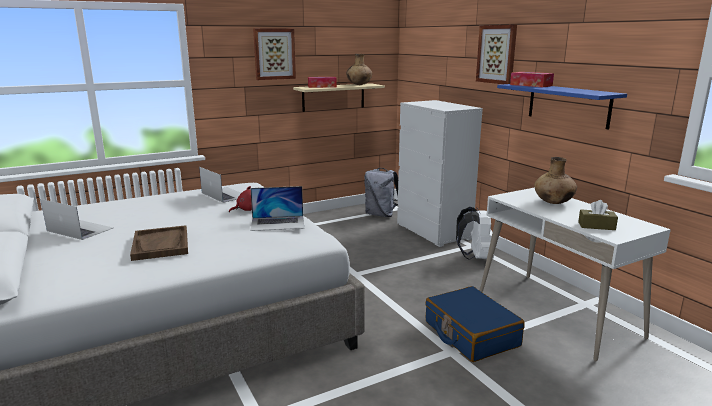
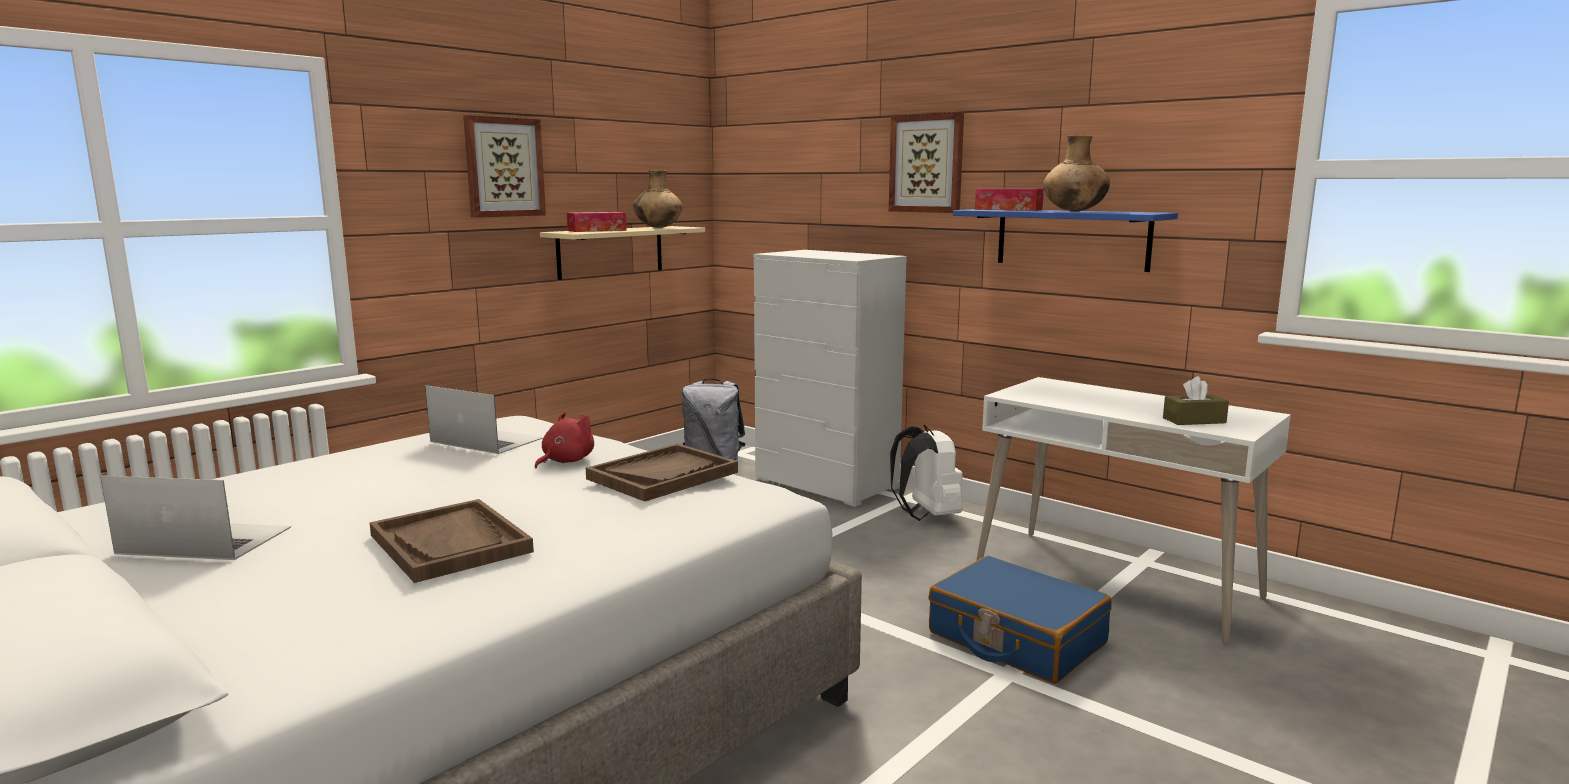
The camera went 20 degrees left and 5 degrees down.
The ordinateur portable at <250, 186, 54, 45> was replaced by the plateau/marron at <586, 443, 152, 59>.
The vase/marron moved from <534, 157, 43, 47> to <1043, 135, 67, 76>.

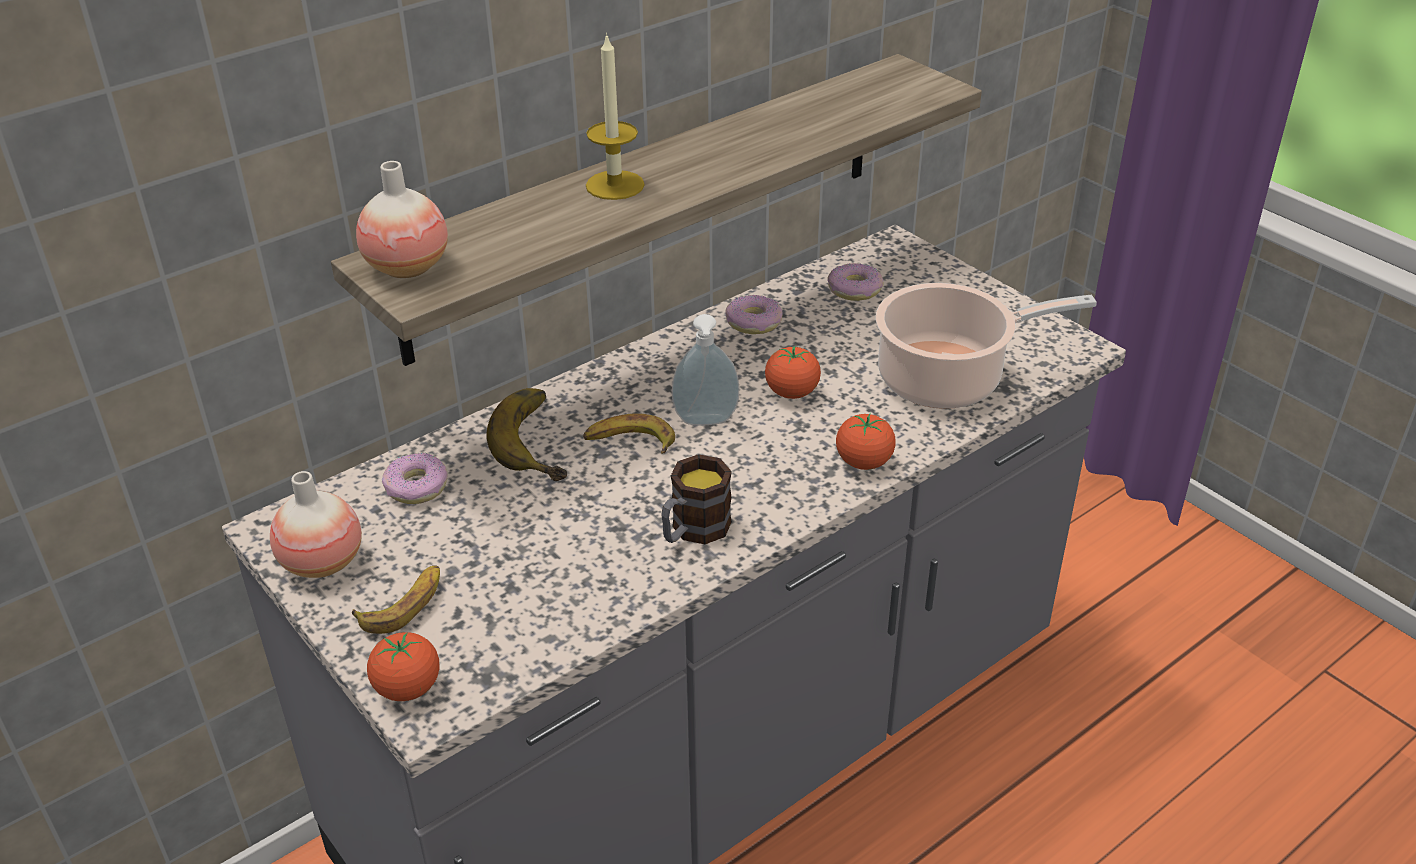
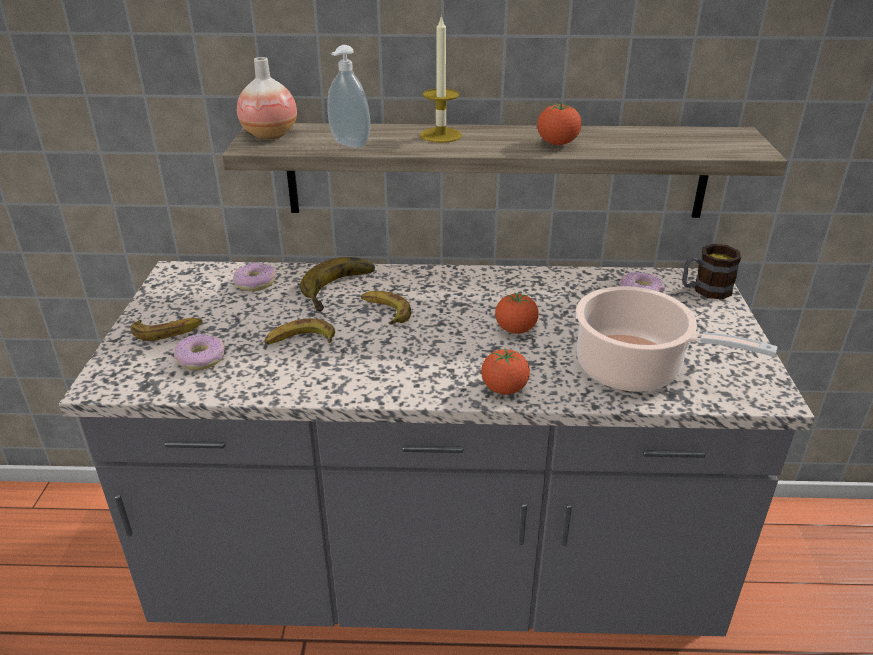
The camera went 40 degrees right and 5 degrees down.
The vase at <270, 471, 92, 107> disappeared.
The tomate moved from <367, 632, 72, 69> to <537, 101, 45, 44>.
The mug moved from <661, 454, 71, 90> to <682, 244, 59, 55>.
The distributeur de savon moved from <672, 314, 67, 112> to <327, 45, 43, 103>.
The beignet moved from <726, 295, 56, 39> to <174, 334, 51, 36>.
The banane at <264, 319, 71, 25> appeared.

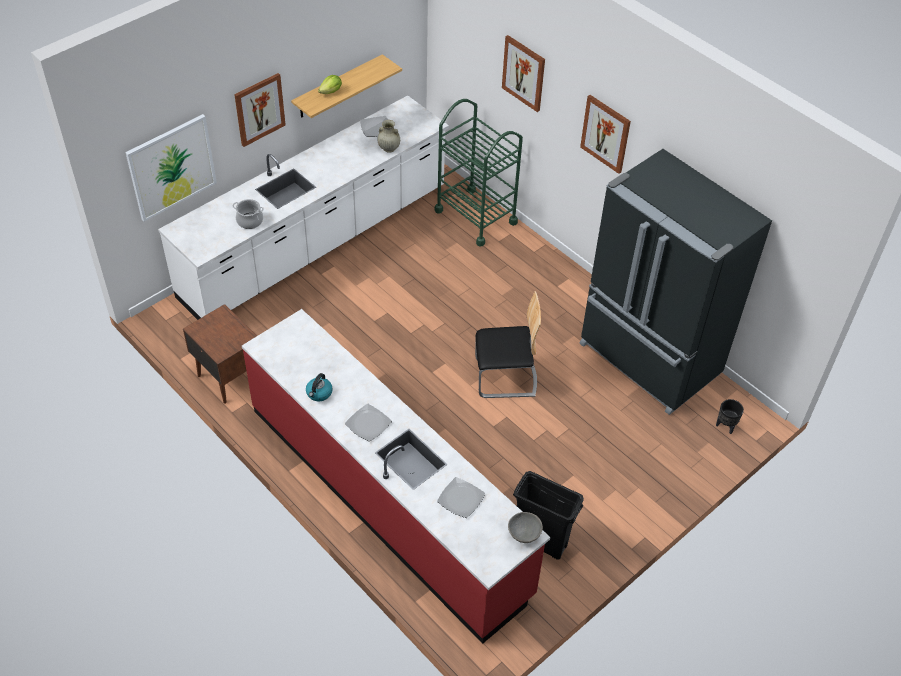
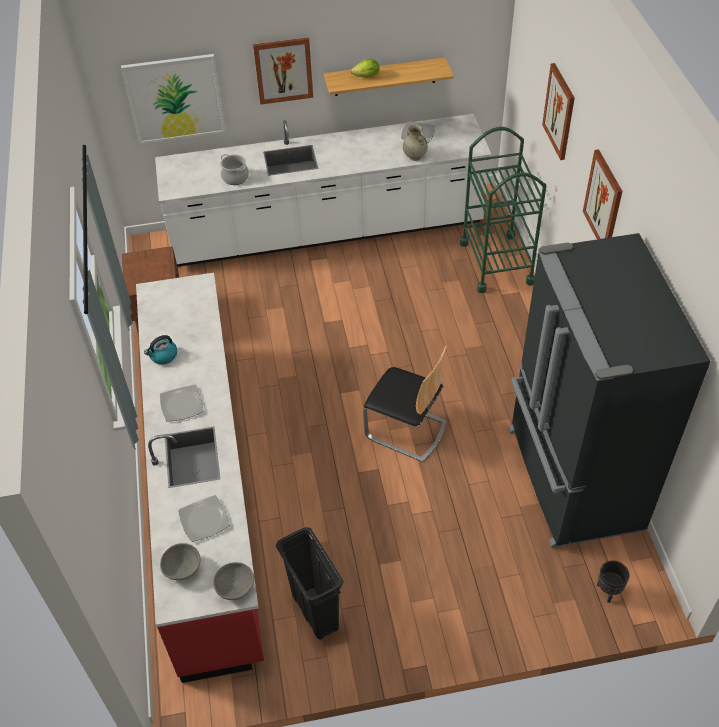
The camera went 35 degrees right and 0 degrees up.
The bol/gris at <160, 543, 40, 37> appeared.

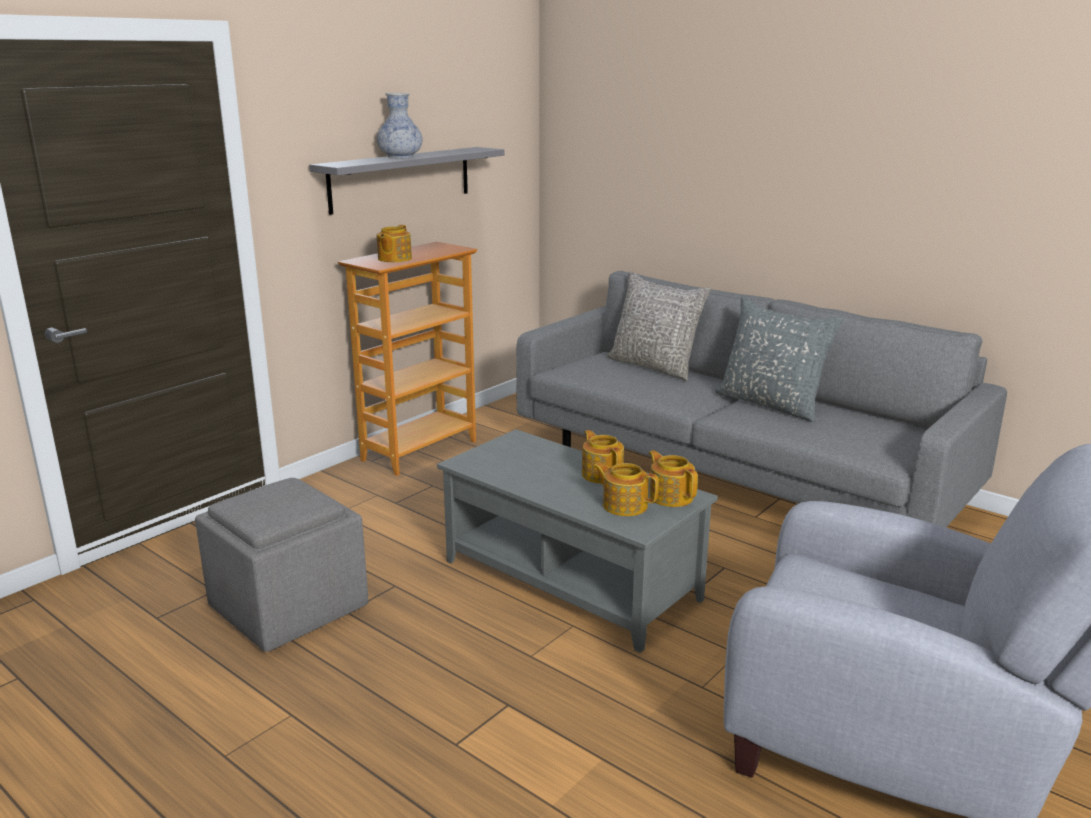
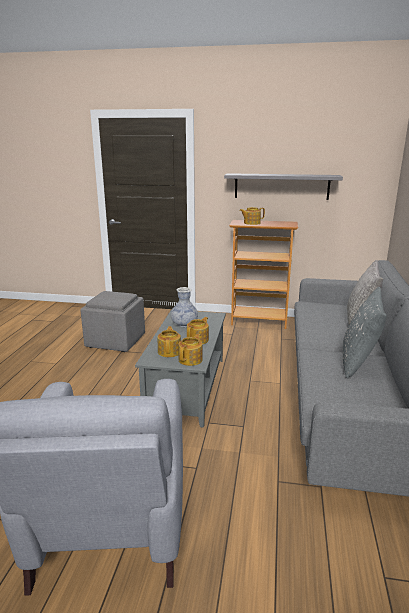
The camera went 60 degrees right and 0 degrees up.
The vase moved from <377, 93, 45, 66> to <171, 287, 27, 40>.

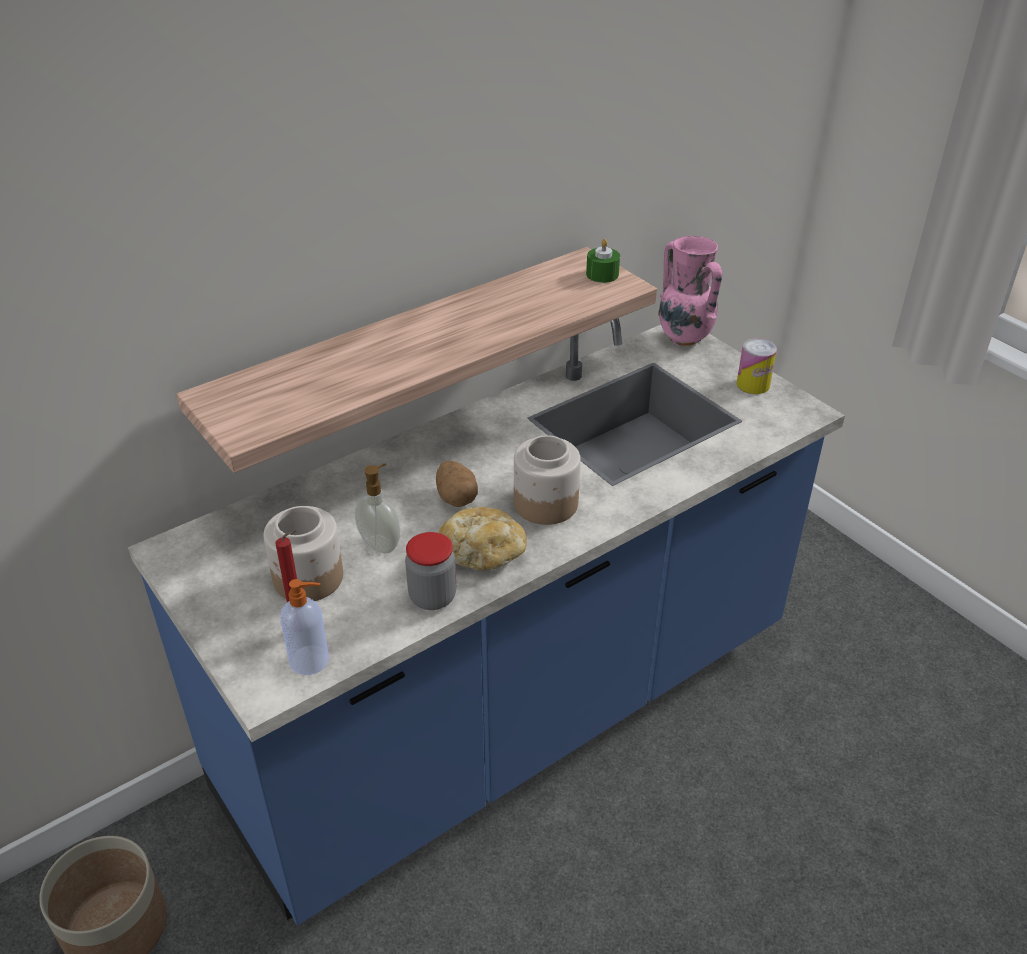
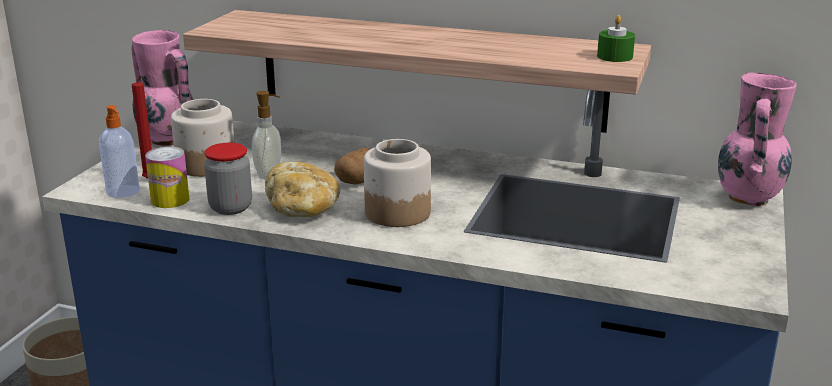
The camera went 55 degrees right and 15 degrees down.
The boîte métallique moved from <737, 338, 40, 56> to <145, 147, 45, 61>.
The vase/rose at <131, 30, 62, 116> appeared.

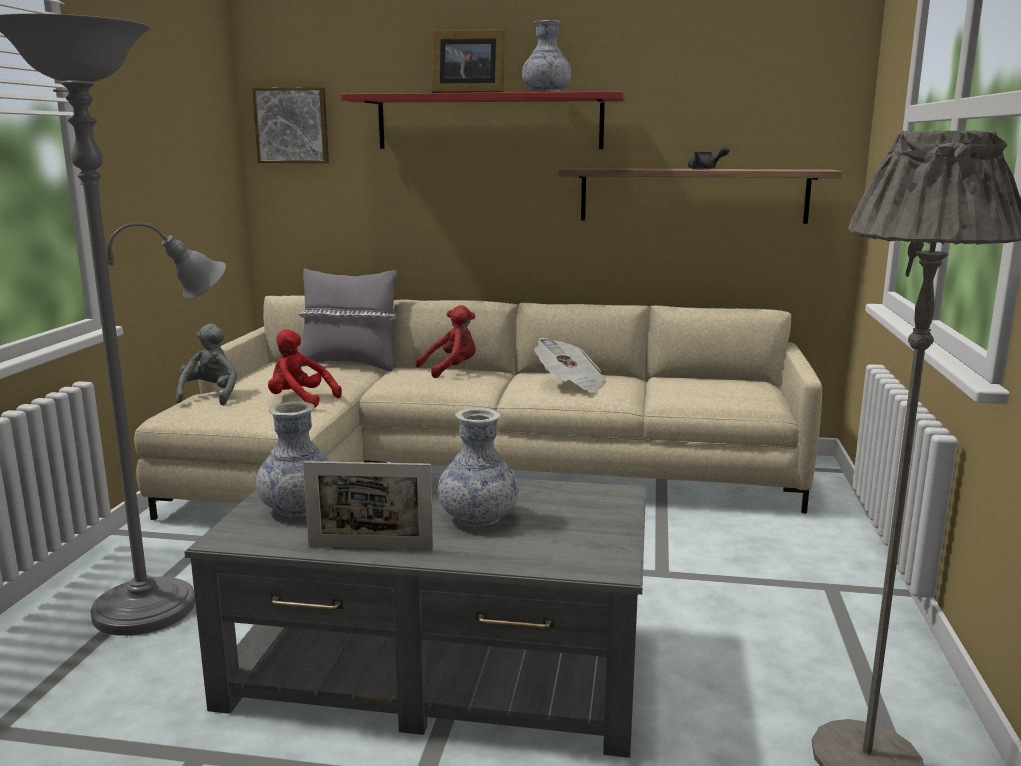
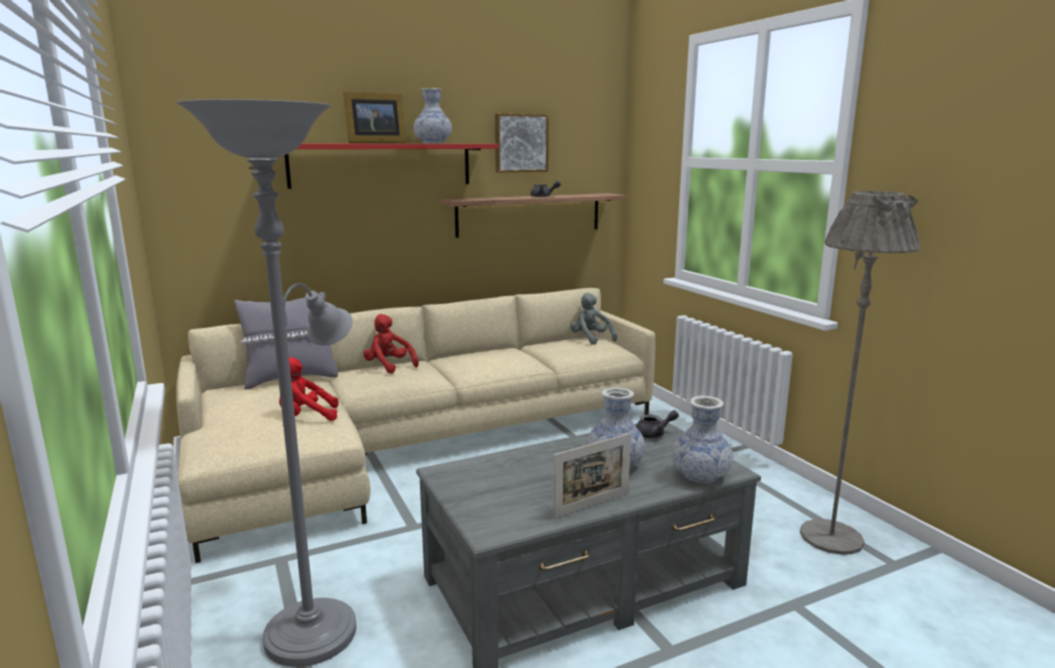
The camera went 35 degrees left and 0 degrees up.
The peluche/gris moved from <176, 324, 61, 81> to <570, 293, 47, 52>.
The tableau moved from <252, 87, 77, 76> to <495, 114, 54, 59>.
The vase moved from <256, 402, 76, 115> to <672, 395, 61, 88>.
The peluche/rouge at <416, 305, 60, 73> turned 75 degrees counterclockwise.
The journal at <534, 338, 72, 54> disappeared.
The théière/gris at <636, 410, 43, 28> appeared.

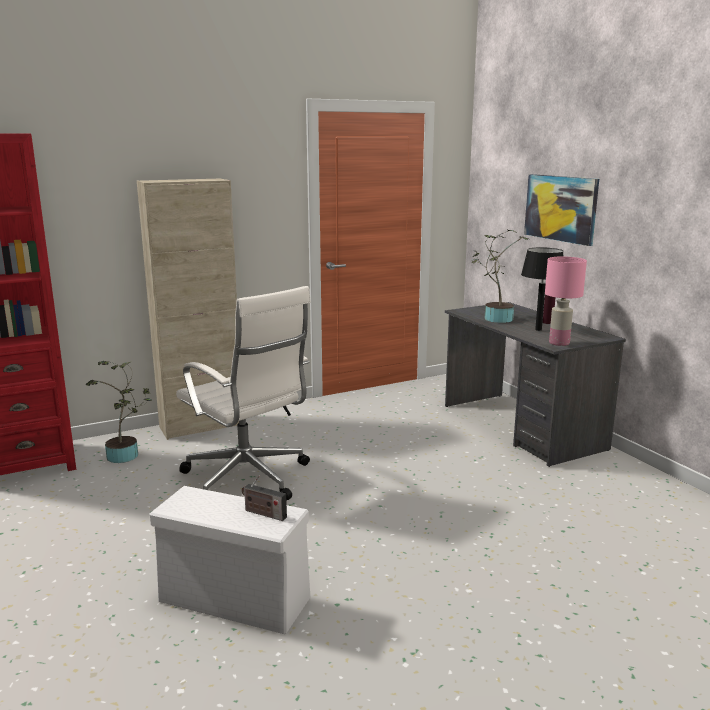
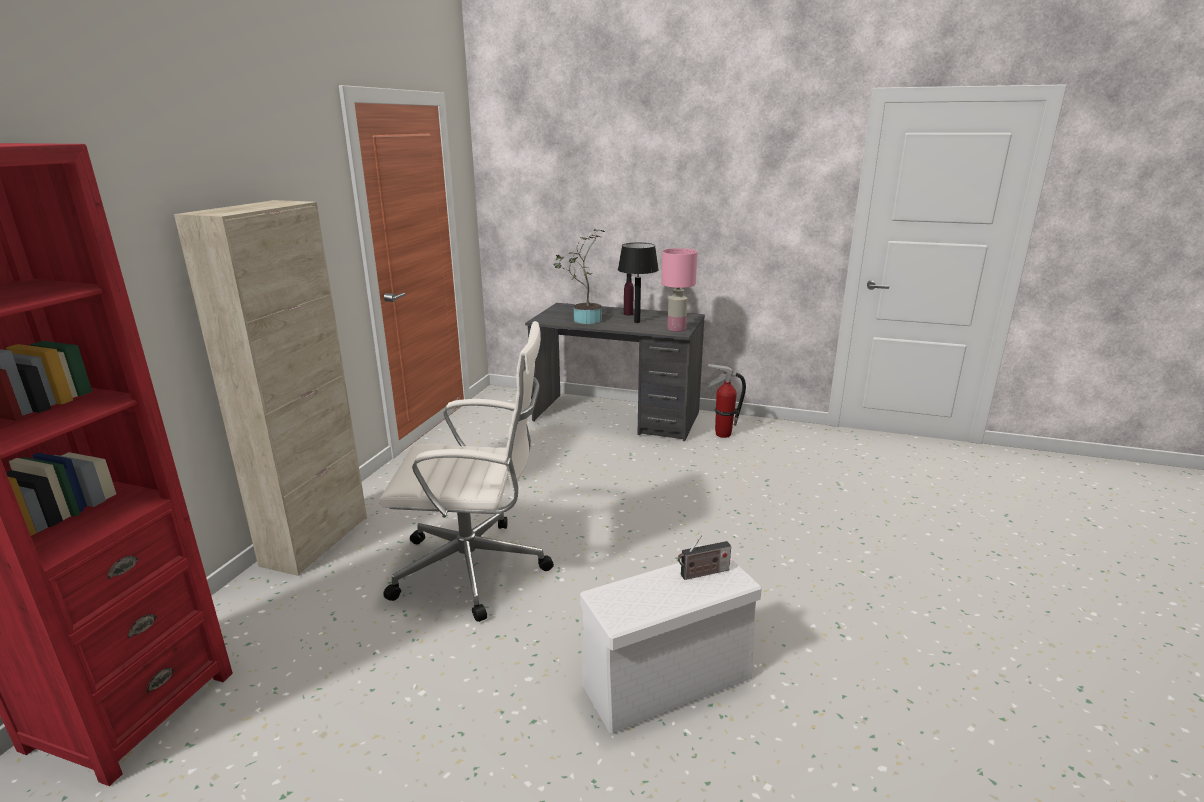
The camera went 45 degrees left and 5 degrees up.
The plante en pot at <86, 361, 66, 102> disappeared.
The tableau at <524, 174, 75, 72> disappeared.
The extincteur at <707, 363, 39, 75> appeared.

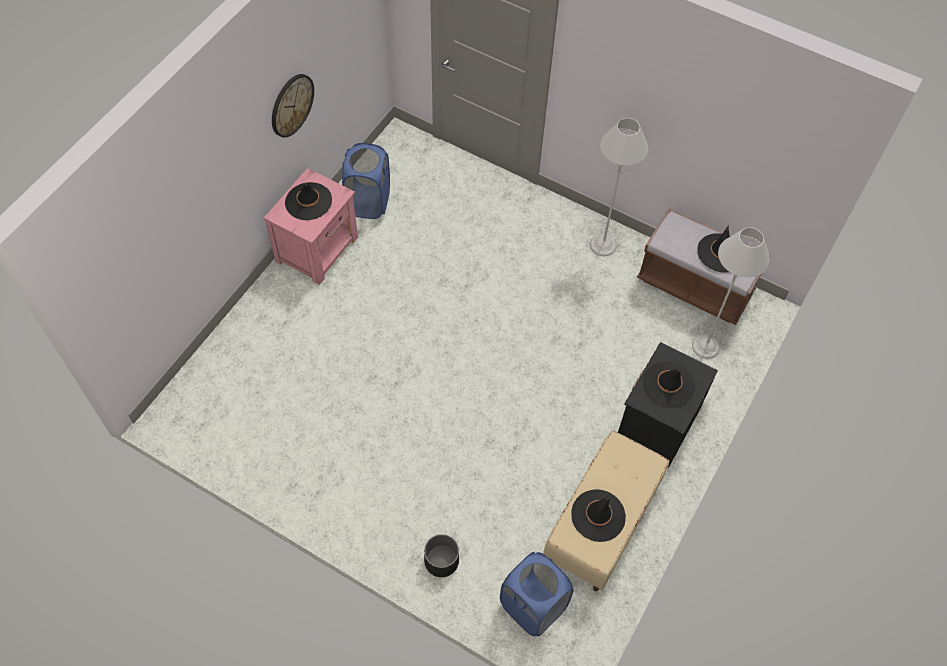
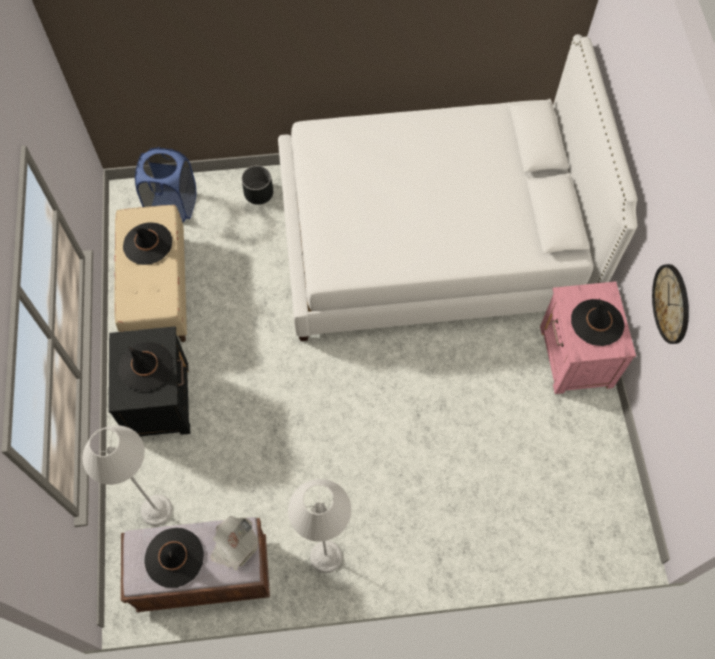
The camera went 145 degrees right and 5 degrees up.
The panier à linge/bleu at <342, 143, 48, 76> disappeared.
The journal at <211, 516, 47, 54> appeared.
The lit/blanc at <278, 34, 359, 307> appeared.

